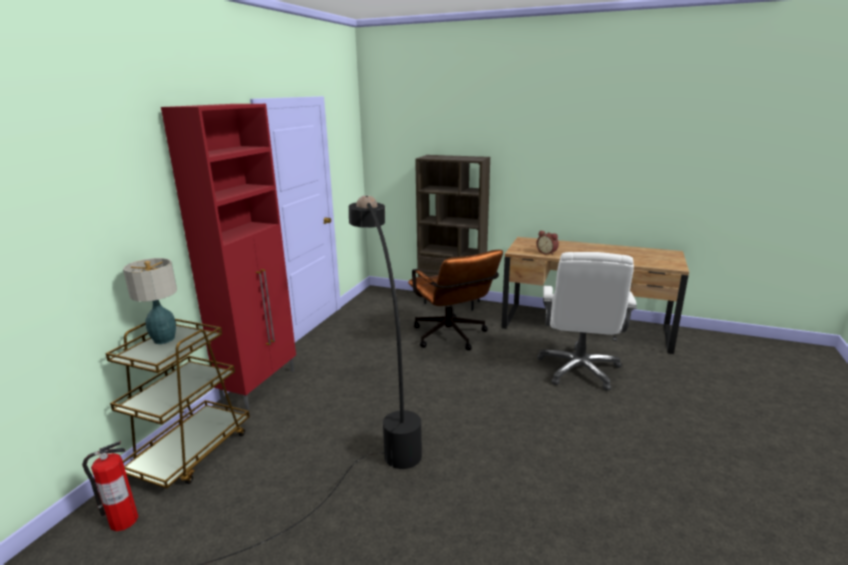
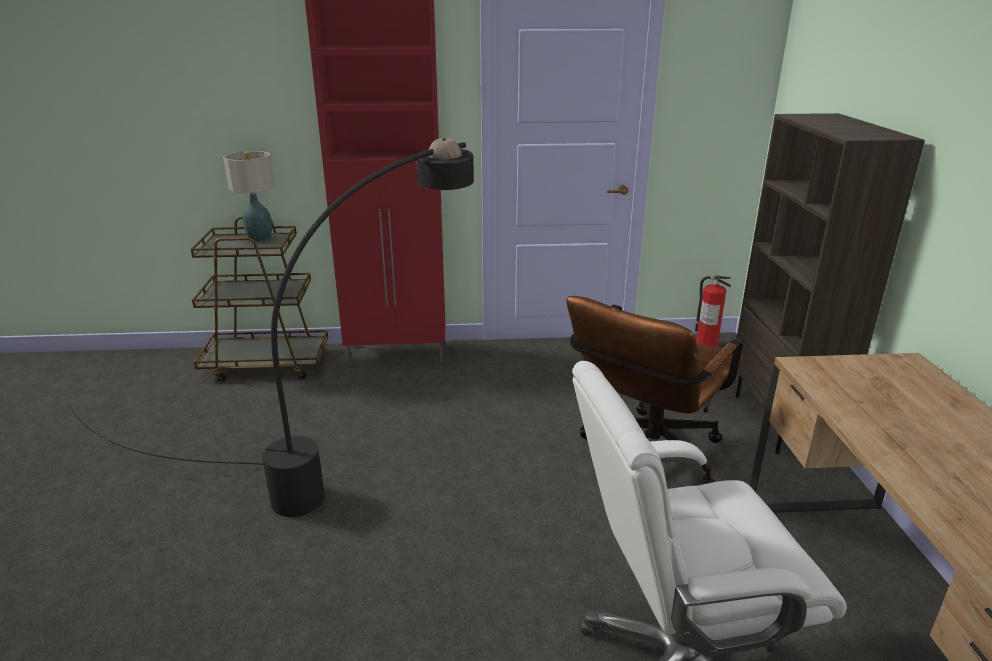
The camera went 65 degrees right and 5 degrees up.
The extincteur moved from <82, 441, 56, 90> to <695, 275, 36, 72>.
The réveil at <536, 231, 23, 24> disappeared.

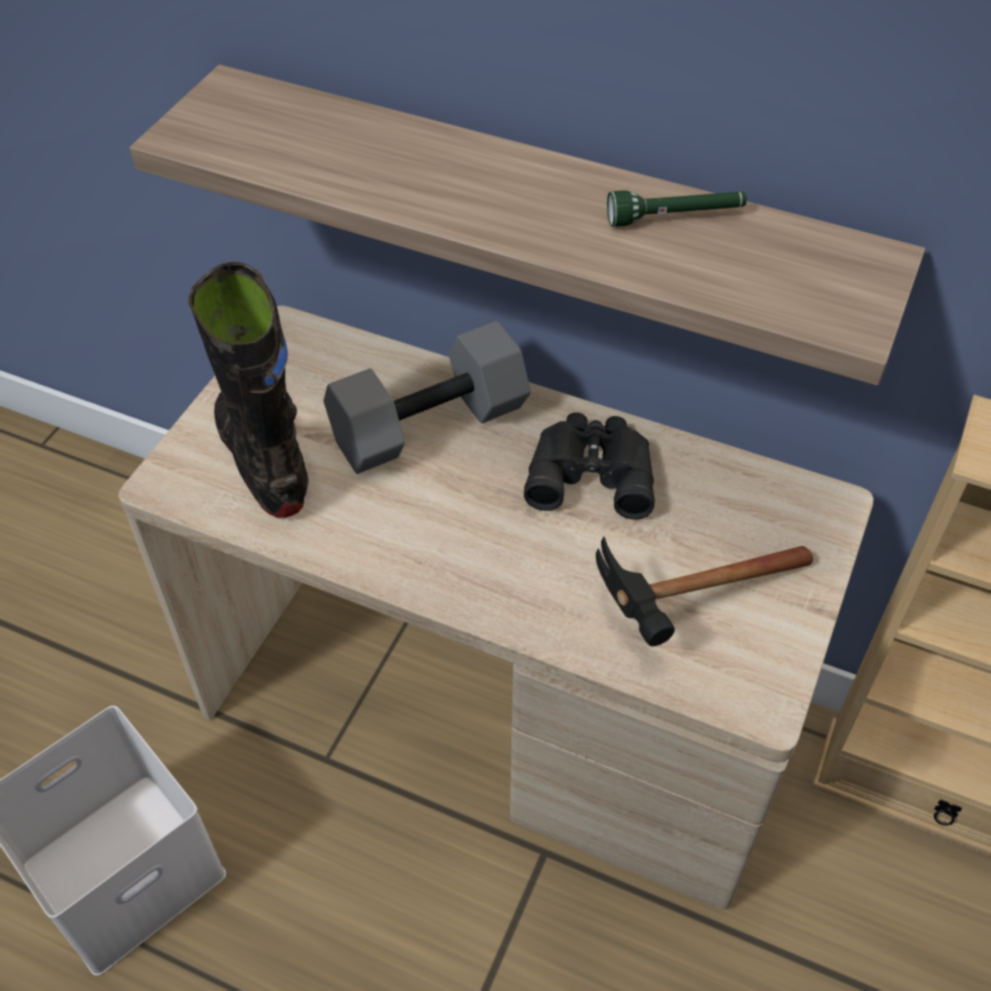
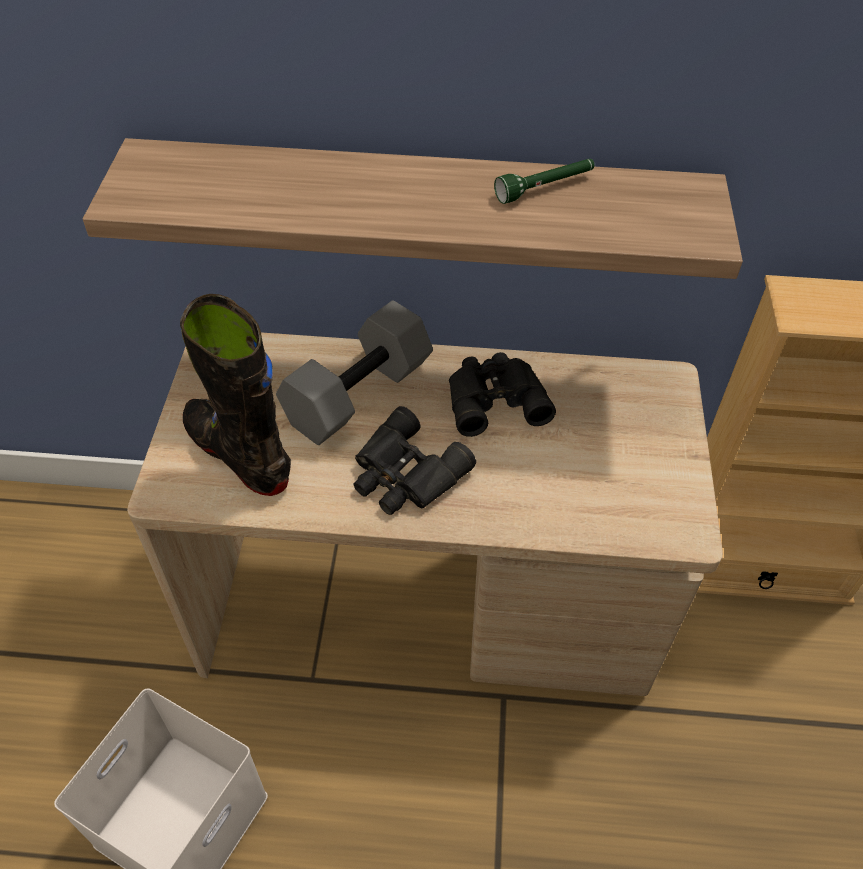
The camera went 20 degrees left and 0 degrees up.
The marteau at <596, 536, 217, 110> disappeared.
The jumelles/noir at <353, 406, 123, 109> appeared.

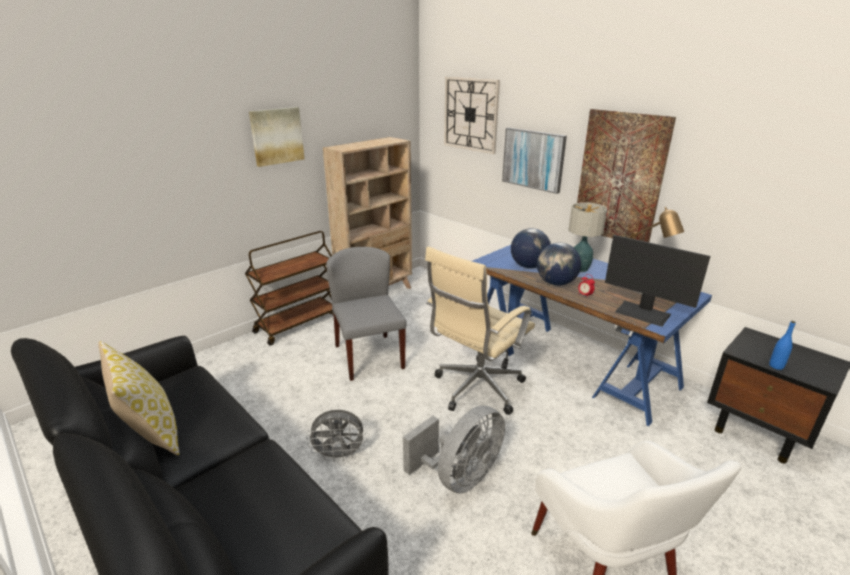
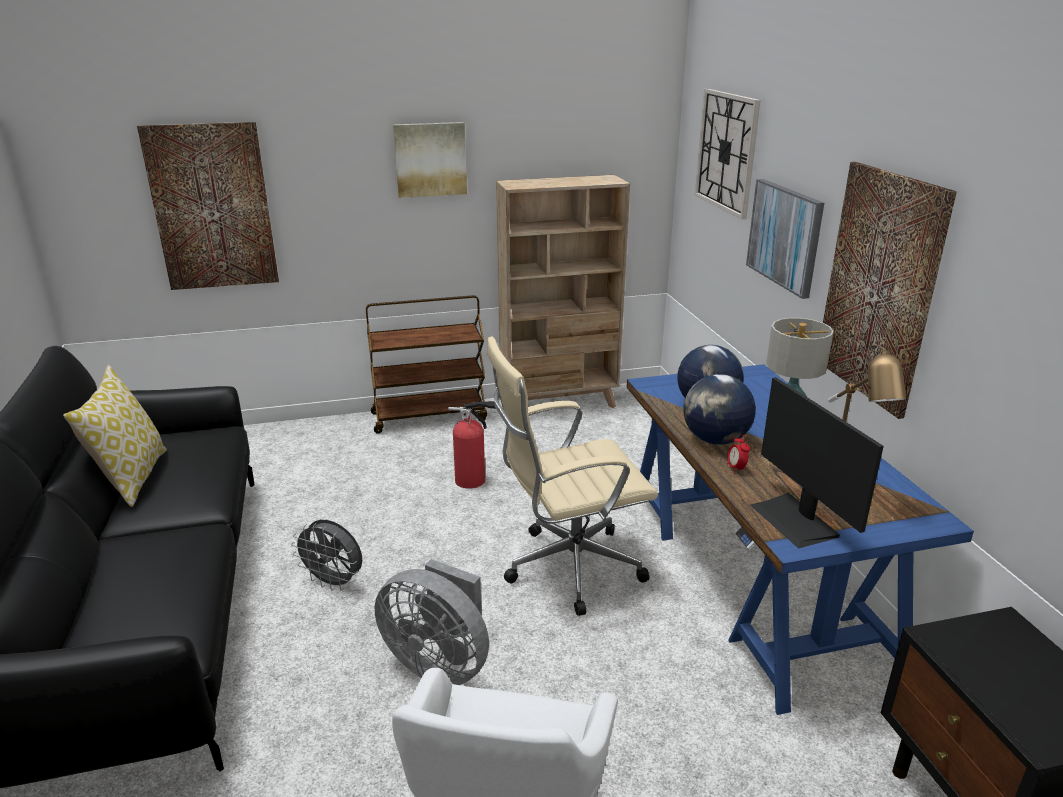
The camera went 30 degrees right and 0 degrees up.
The chaise/gris at <326, 247, 81, 134> was replaced by the extincteur at <448, 401, 48, 88>.
The ventilateur/gris at <403, 406, 102, 88> turned 45 degrees clockwise.
The bouteille/bleu at <769, 321, 26, 49> disappeared.
The tableau at <137, 122, 142, 168> appeared.

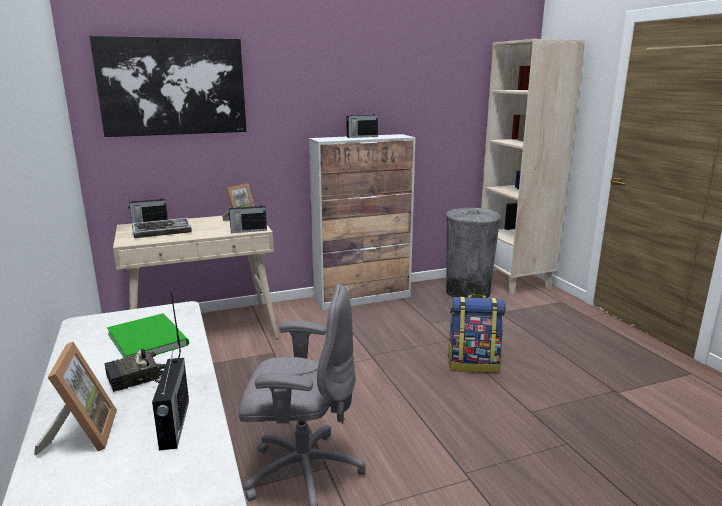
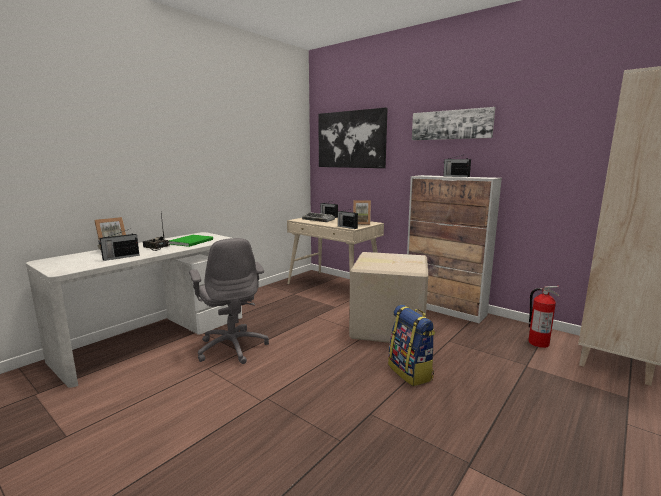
The camera went 60 degrees right and 5 degrees down.
The poubelle/gris at <446, 208, 55, 90> was replaced by the extincteur at <528, 286, 32, 62>.
The carton at <349, 252, 79, 91> appeared.
The tableau at <412, 107, 83, 33> appeared.

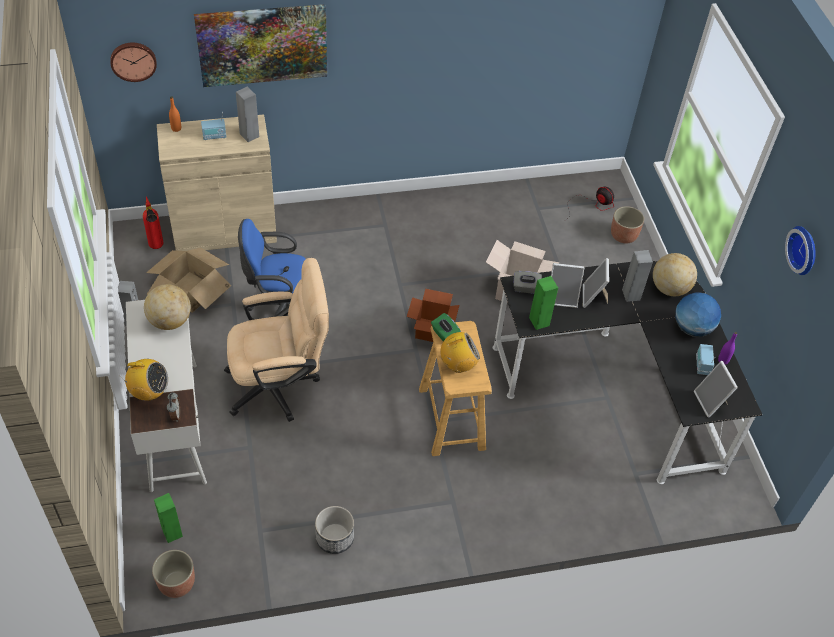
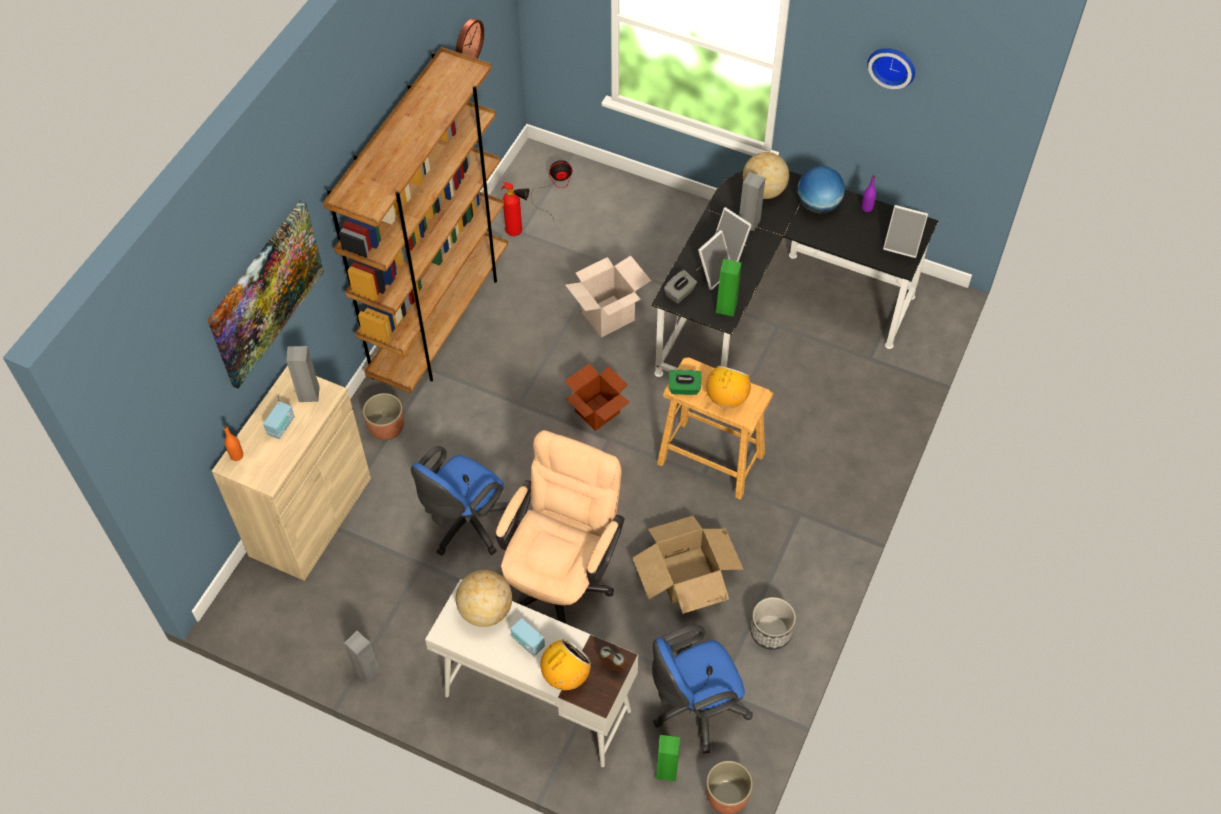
The camera went 50 degrees left and 5 degrees up.
The horloge murale moved from <110, 43, 47, 39> to <455, 18, 29, 41>.
The extincteur moved from <143, 196, 21, 53> to <501, 182, 28, 54>.
The carton moved from <146, 248, 85, 65> to <632, 515, 112, 99>.
The cache-pot moved from <611, 206, 33, 38> to <363, 393, 41, 47>.
The radio moved from <696, 344, 19, 31> to <511, 618, 34, 38>.
The bibliothèque/marron at <323, 47, 185, 346> appeared.
The chaise de bureau/bleu at <652, 625, 101, 128> appeared.

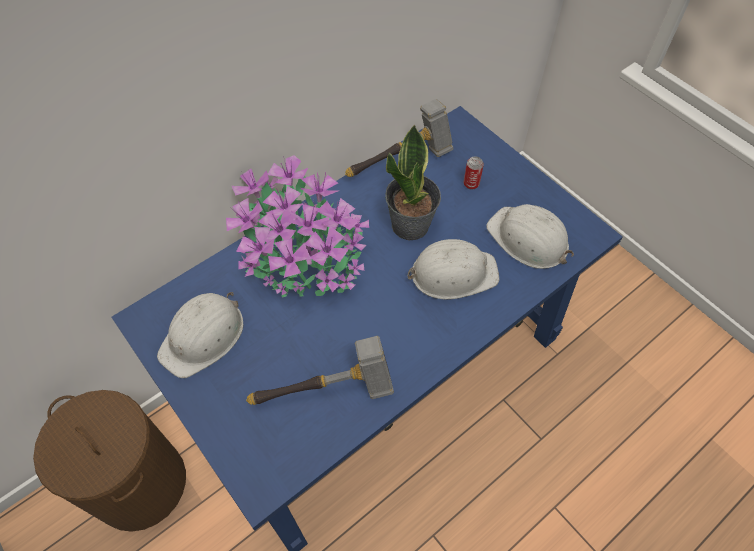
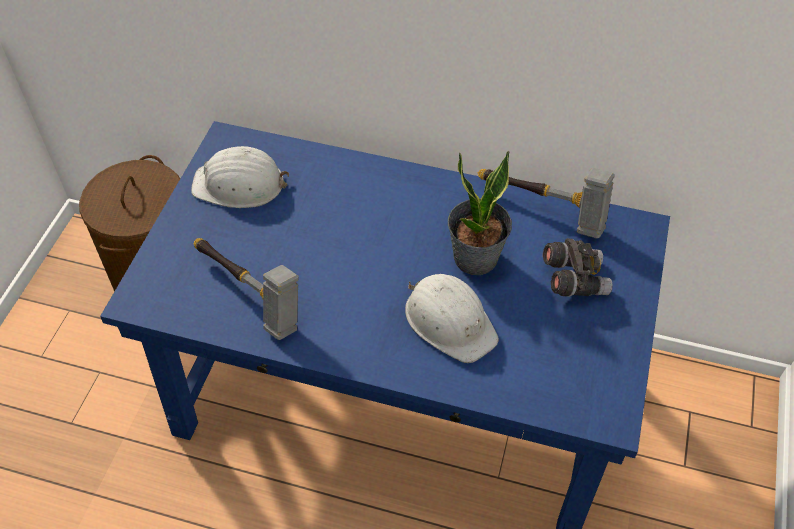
The camera went 55 degrees right and 5 degrees down.
The plante en pot at <226, 155, 143, 143> disappeared.
The boîte métallique at <464, 156, 20, 34> was replaced by the jumelles/gris at <543, 238, 70, 59>.
The casque de chantier/blanc at <486, 204, 88, 65> disappeared.

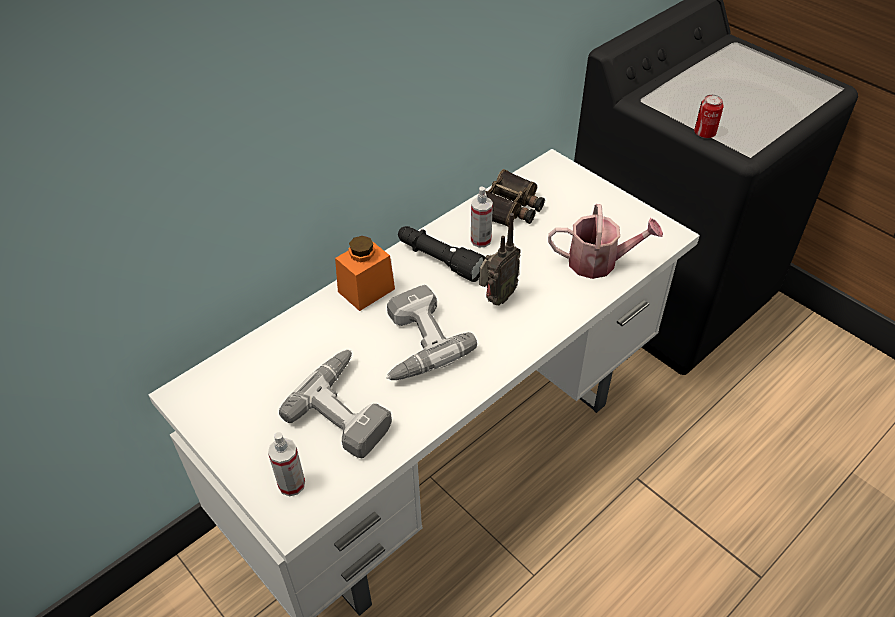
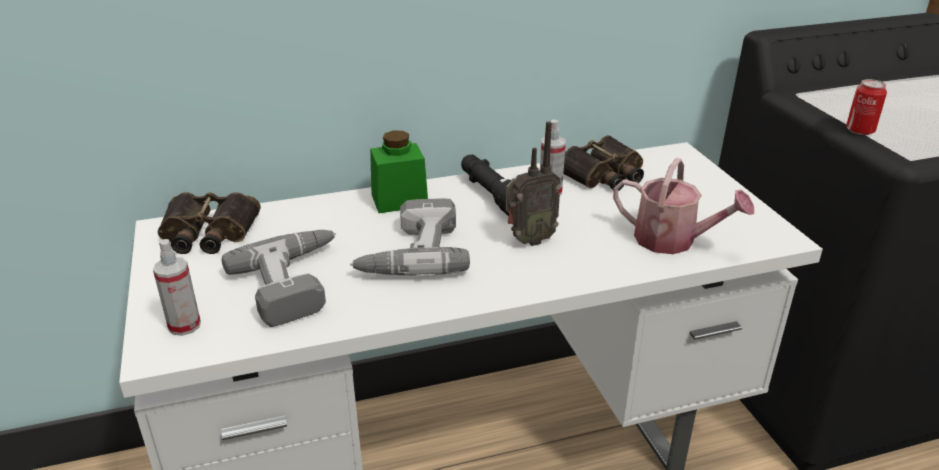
The camera went 25 degrees right and 15 degrees down.
The bocal/orange at <335, 236, 60, 75> became the bocal/vert at <370, 130, 58, 83>.
The jumelles at <158, 192, 103, 62> appeared.

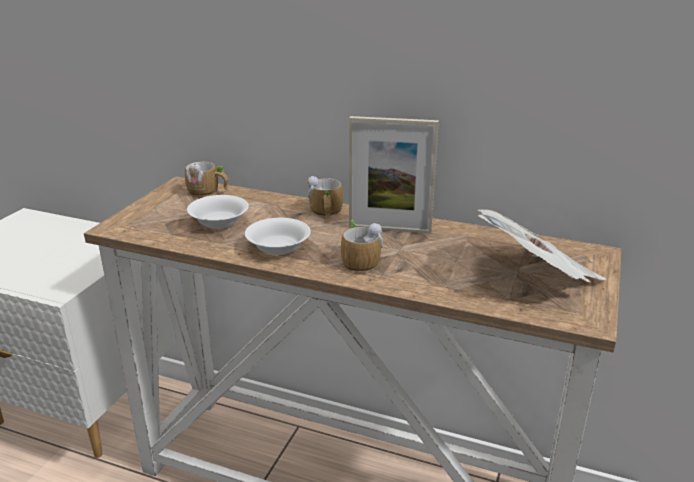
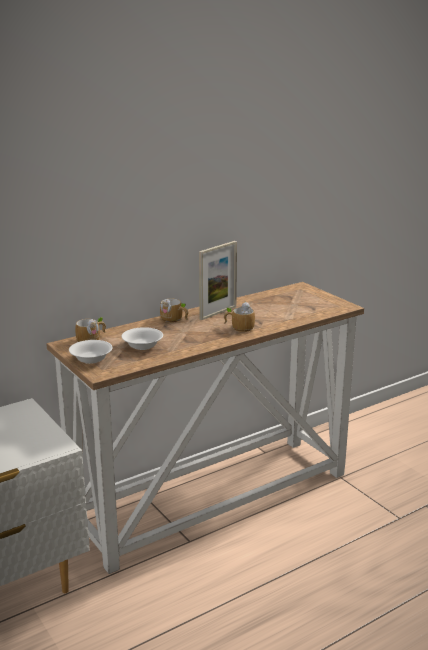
The camera went 55 degrees left and 5 degrees down.
The bol/blanc moved from <245, 218, 66, 37> to <69, 340, 44, 24>.
The journal at <477, 209, 130, 73> disappeared.

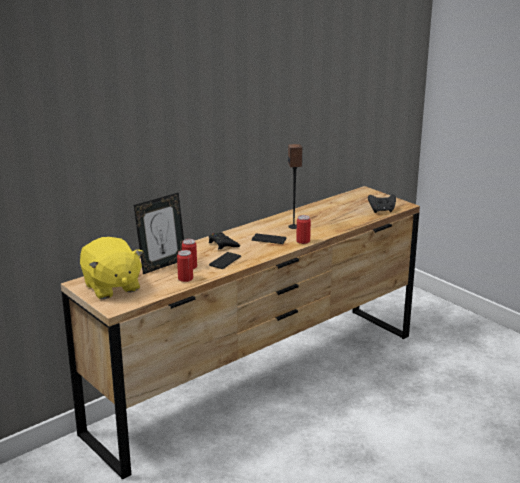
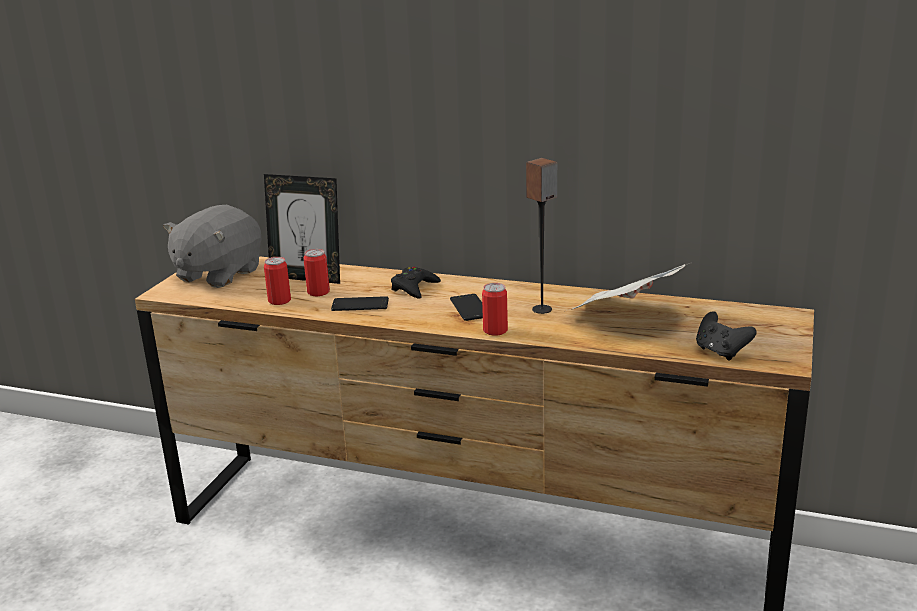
The camera went 60 degrees right and 0 degrees up.
The peluche/jaune at <80, 237, 63, 62> became the peluche/gris at <163, 205, 98, 83>.
The journal at <564, 263, 126, 49> appeared.

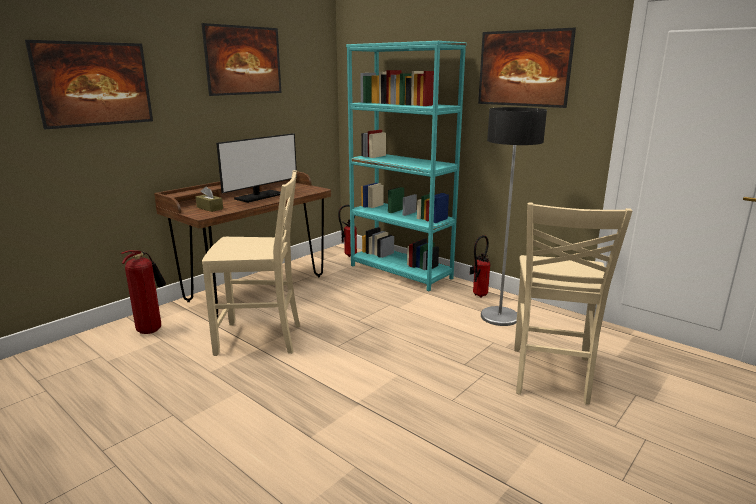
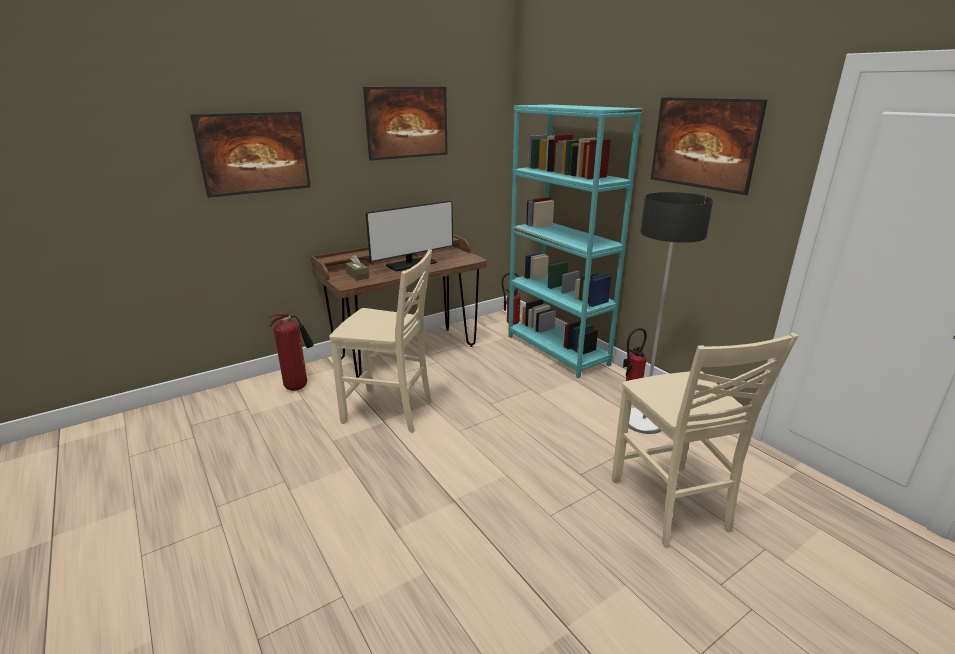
The camera went 15 degrees right and 5 degrees up.
The chaise/beige at <514, 202, 118, 203> turned 45 degrees counterclockwise.

